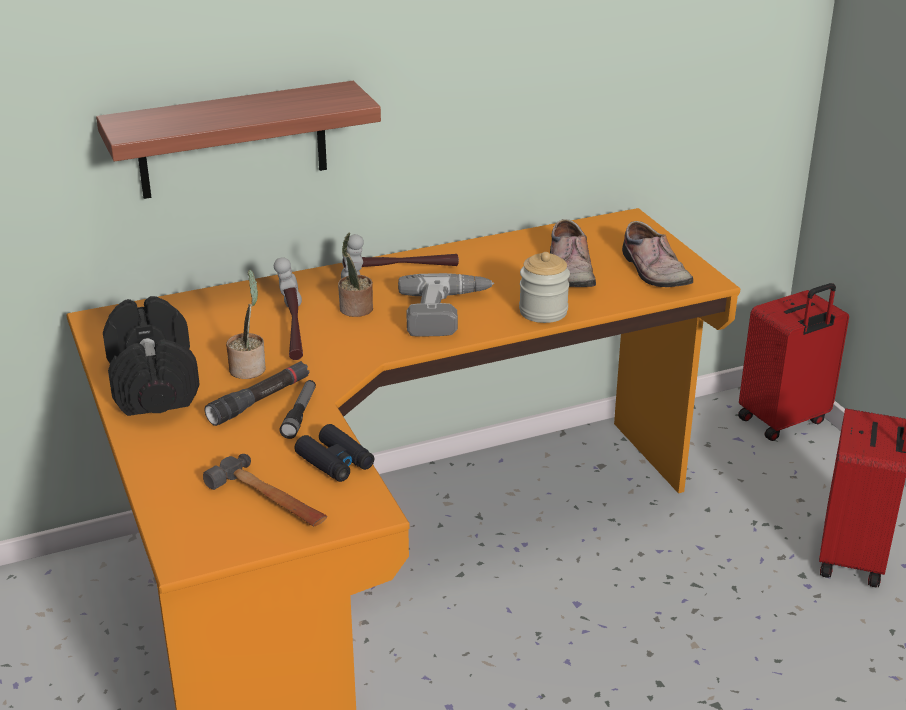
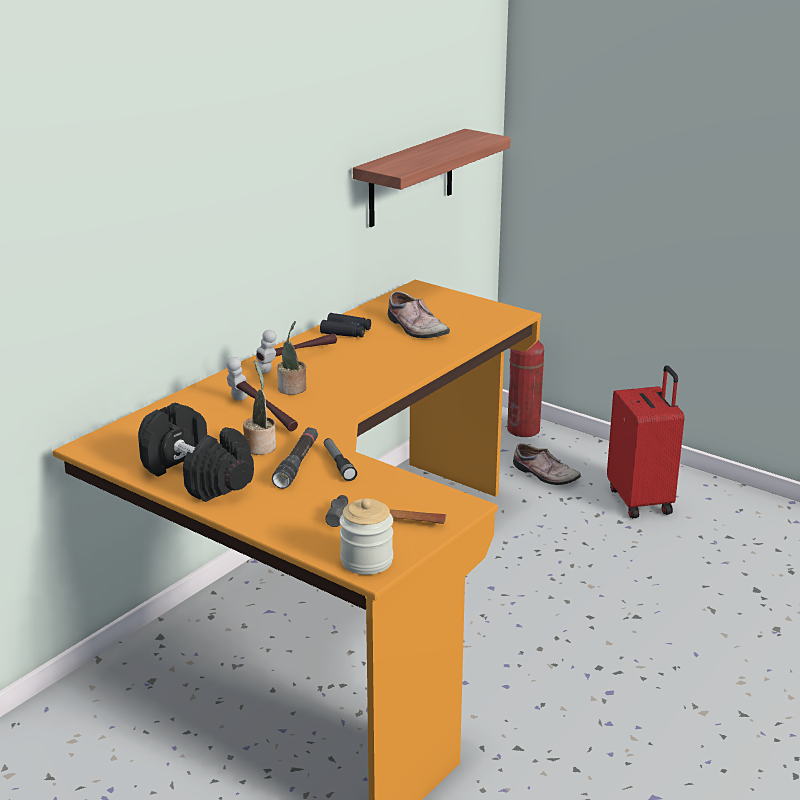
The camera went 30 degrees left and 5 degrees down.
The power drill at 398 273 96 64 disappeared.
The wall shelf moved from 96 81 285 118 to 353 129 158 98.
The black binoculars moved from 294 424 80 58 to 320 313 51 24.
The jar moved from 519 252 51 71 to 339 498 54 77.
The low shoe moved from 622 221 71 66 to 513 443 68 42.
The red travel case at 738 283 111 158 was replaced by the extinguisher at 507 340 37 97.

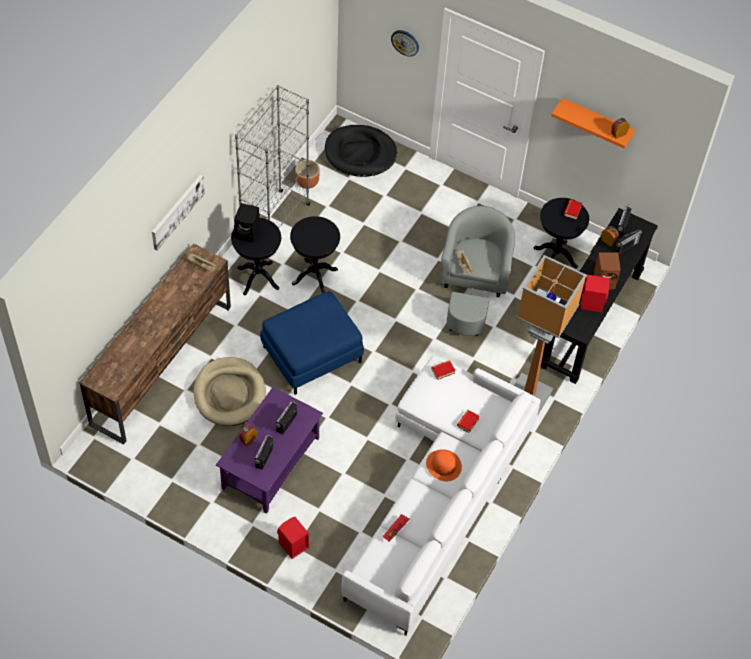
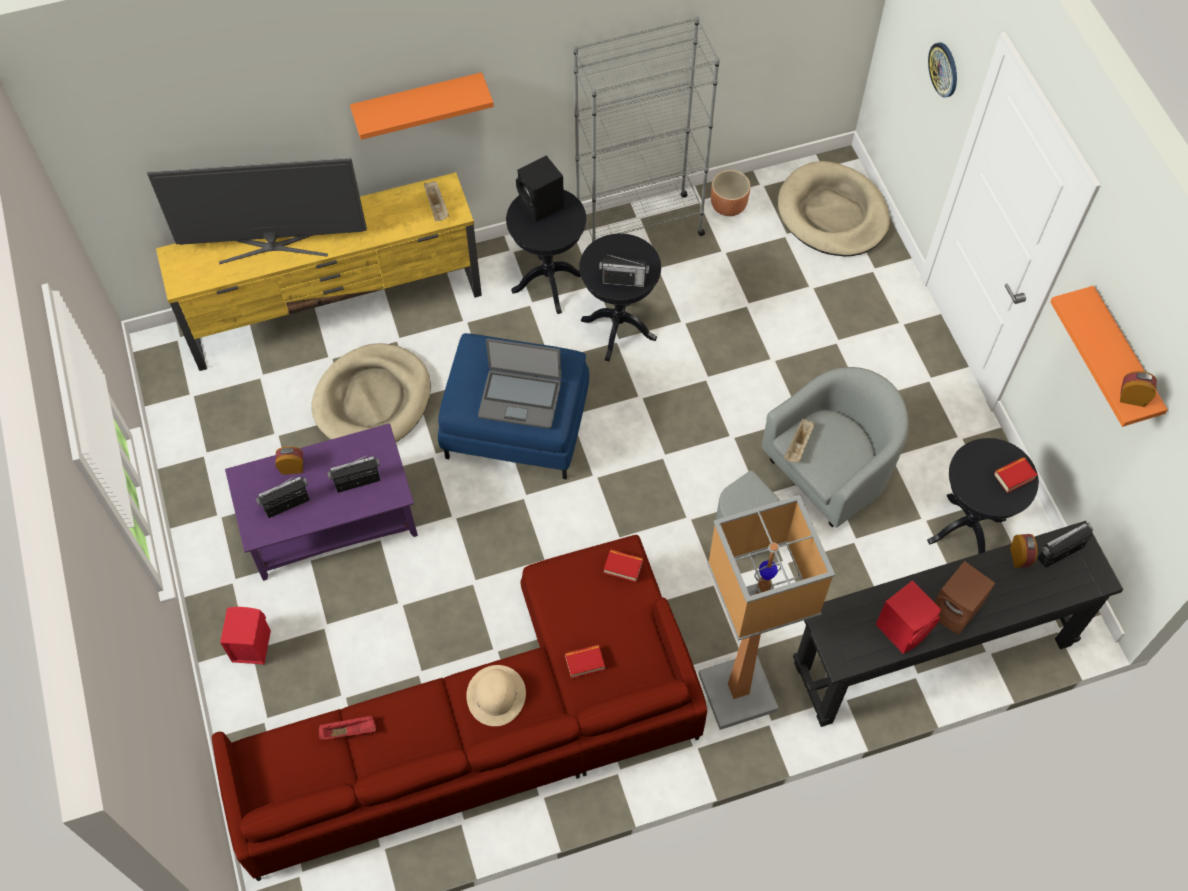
The camera went 45 degrees right and 5 degrees up.
The television at 147 158 220 106 appeared.
The notebook computer at 478 338 83 91 appeared.
The radio set moved from 615 228 27 27 to 599 254 50 33.
The picture at 152 175 53 76 was replaced by the orange-coloured wall shelf at 350 72 144 68.
The brown-coloured media console at 79 243 152 202 became the yellow-coloured media console at 156 172 326 199.
The black dog bed at 325 125 72 52 became the beige-coloured dog bed at 778 161 112 95.
The white-coloured settee at 341 355 200 281 became the red settee at 212 535 495 346.
The orange-coloured wearable hat at 426 449 36 32 became the beige-coloured wearable hat at 466 665 60 61.

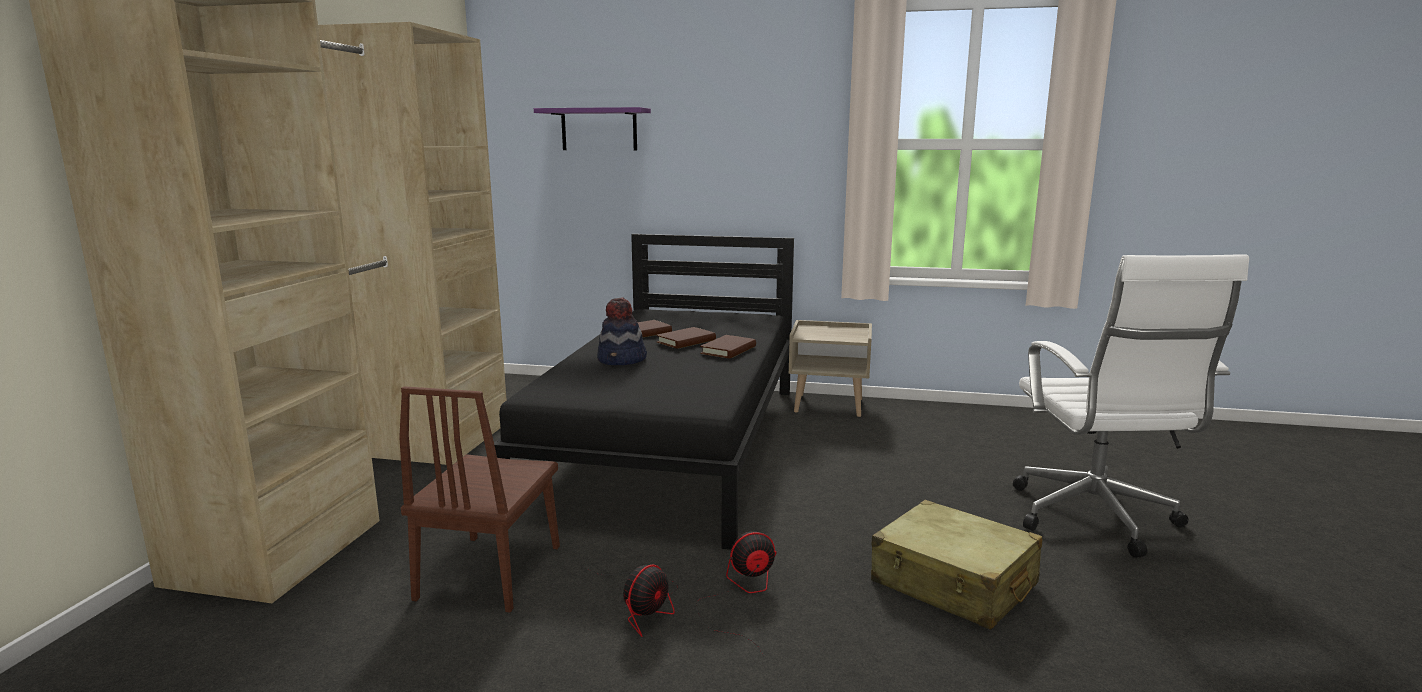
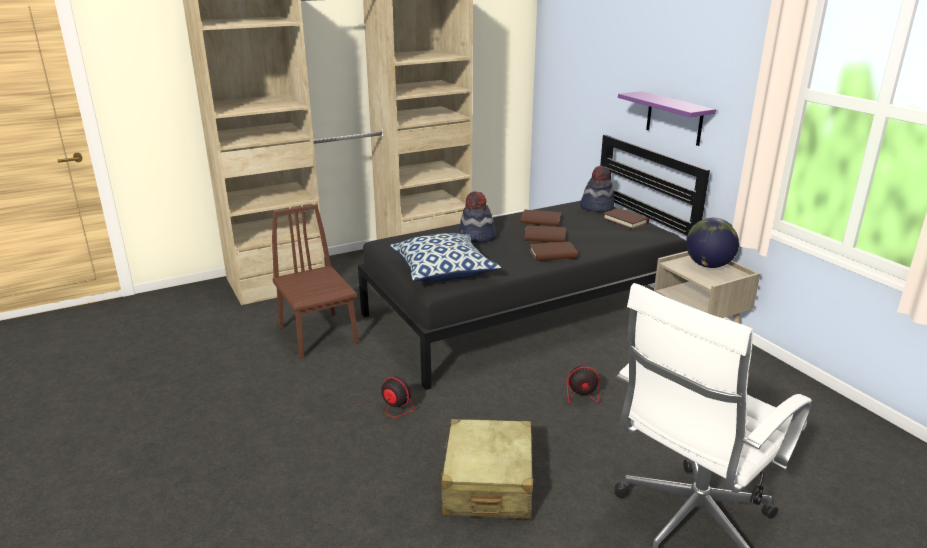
The camera went 50 degrees right and 10 degrees up.
The cushion at 390 233 111 49 appeared.
The wearable hat at 580 166 34 46 appeared.
The brown-coloured book at 603 208 46 21 appeared.
The desk globe at 686 218 53 50 appeared.
The purple wall shelf moved from 534 107 117 43 to 618 91 98 55.
The electric fan moved from 589 564 89 73 to 567 361 54 42.
The brown-coloured chair at 399 386 161 227 turned 90 degrees clockwise.

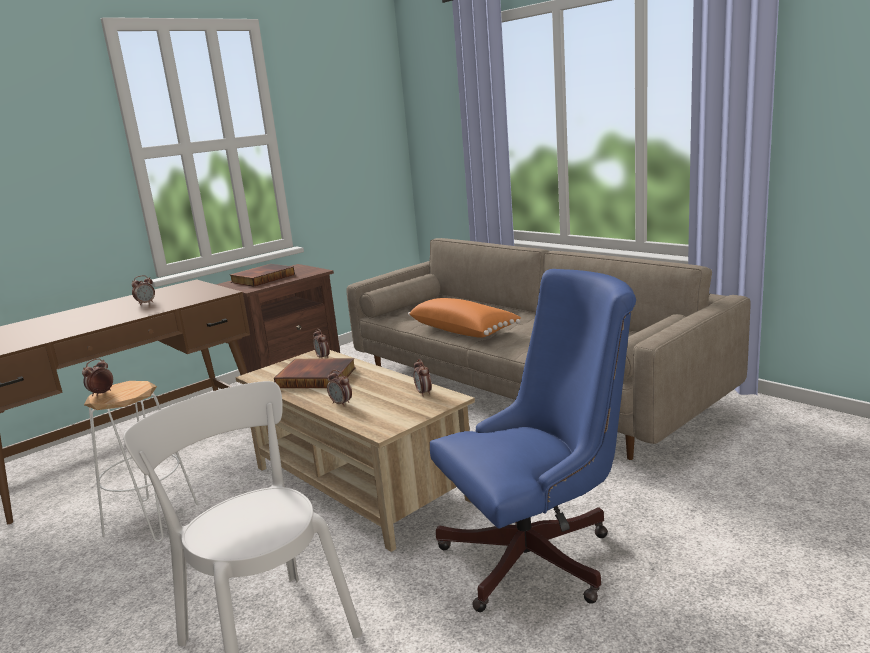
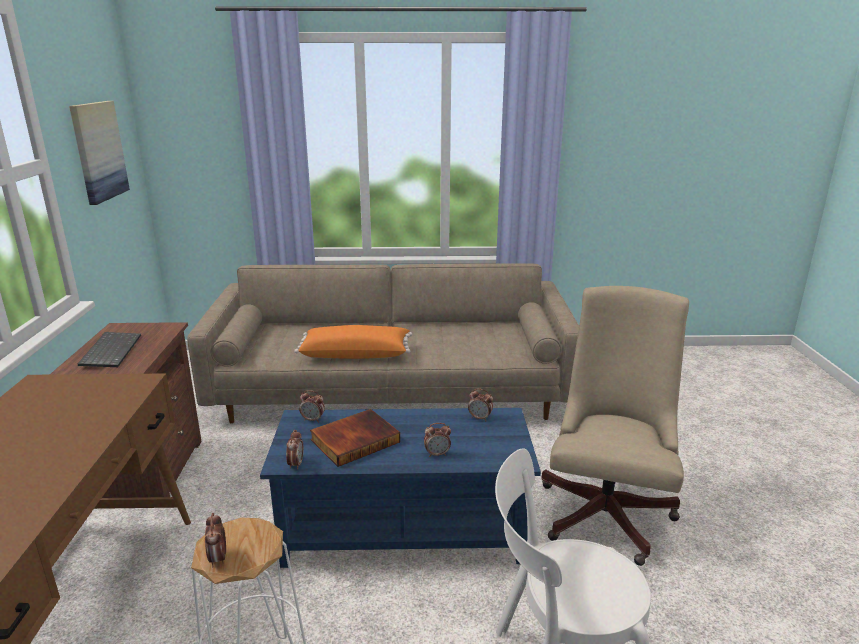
The camera went 50 degrees left and 5 degrees up.
The picture at 69 101 61 104 appeared.
The alarm clock moved from 131 275 24 30 to 286 430 18 40.
The book at 230 264 65 23 was replaced by the PC keyboard at 78 332 63 35.
The beige-coloured coffee table at 235 350 240 202 became the blue coffee table at 260 408 281 160.
The blue computer chair at 430 269 206 343 became the beige-coloured computer chair at 541 286 148 280.

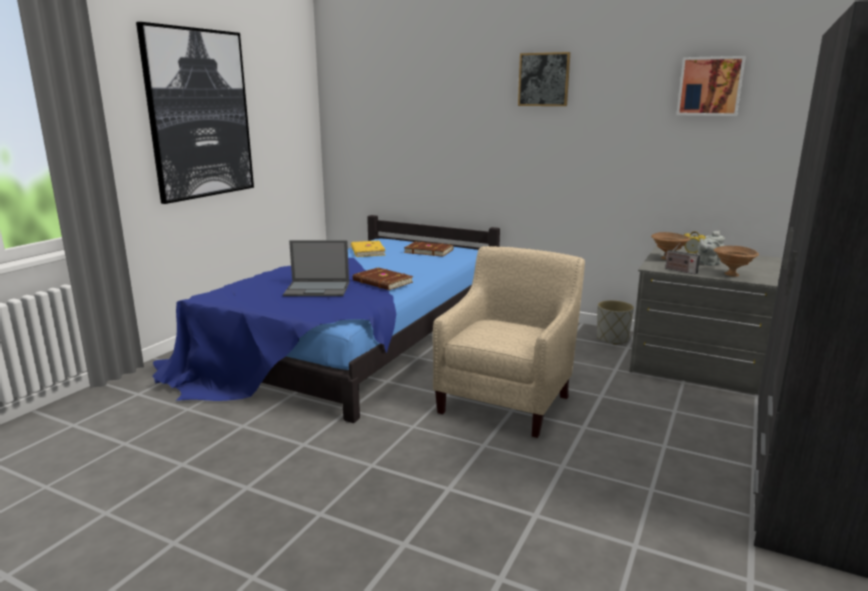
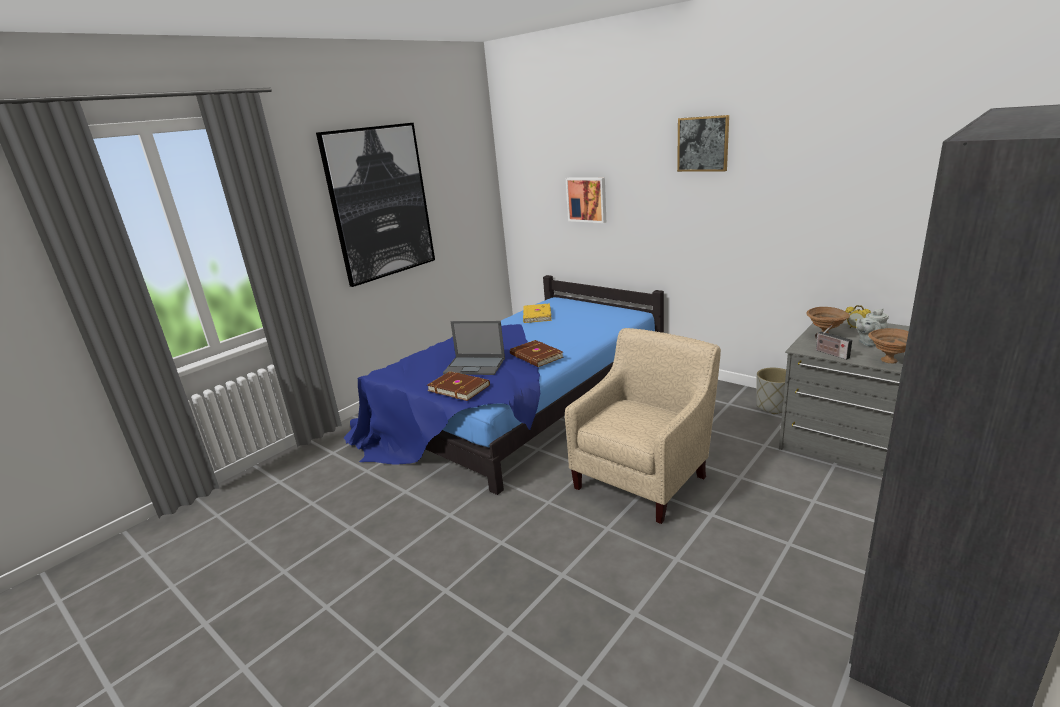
The camera went 15 degrees right and 5 degrees up.
The brown-coloured book moved from 404 242 49 15 to 427 371 63 30.
The picture moved from 676 56 70 60 to 566 178 40 45.

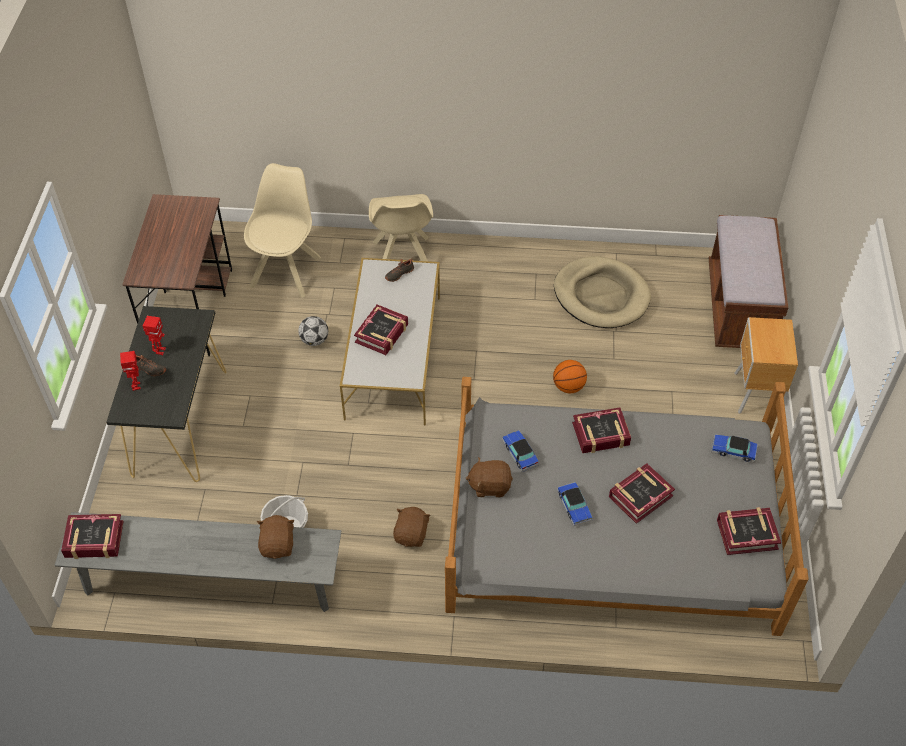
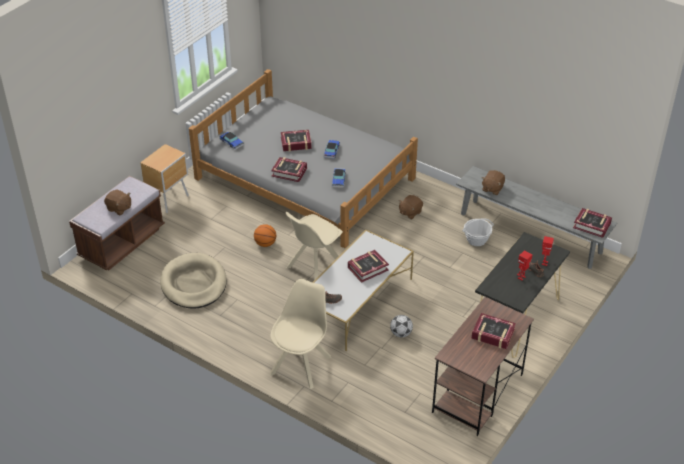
The camera went 150 degrees left and 10 degrees down.
The beige-coloured chair moved from 244 163 77 135 to 286 212 57 67.
The brown-coloured cuddly toy moved from 465 457 48 40 to 104 189 27 26.
The book moved from 717 507 64 48 to 472 313 44 36.

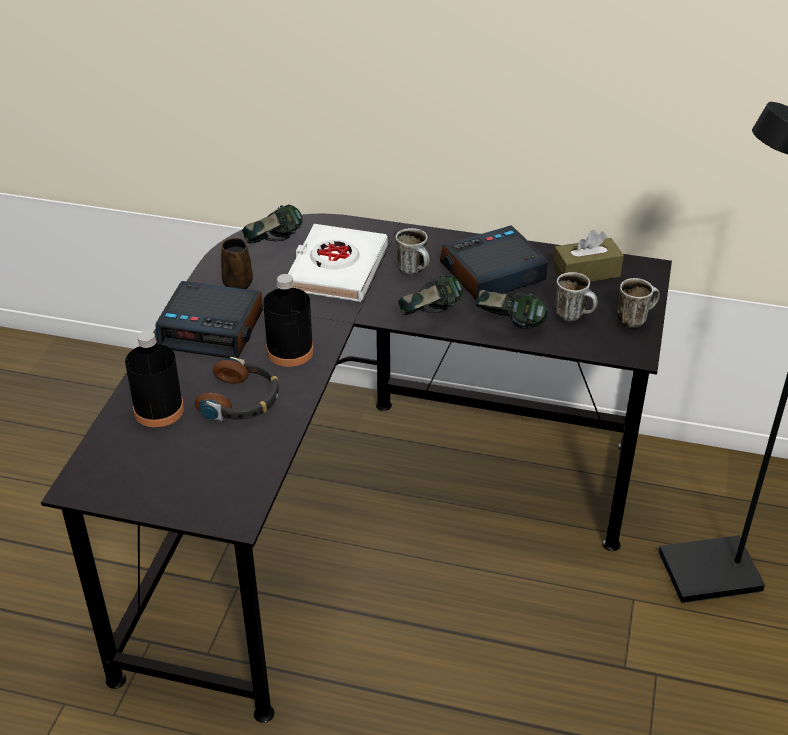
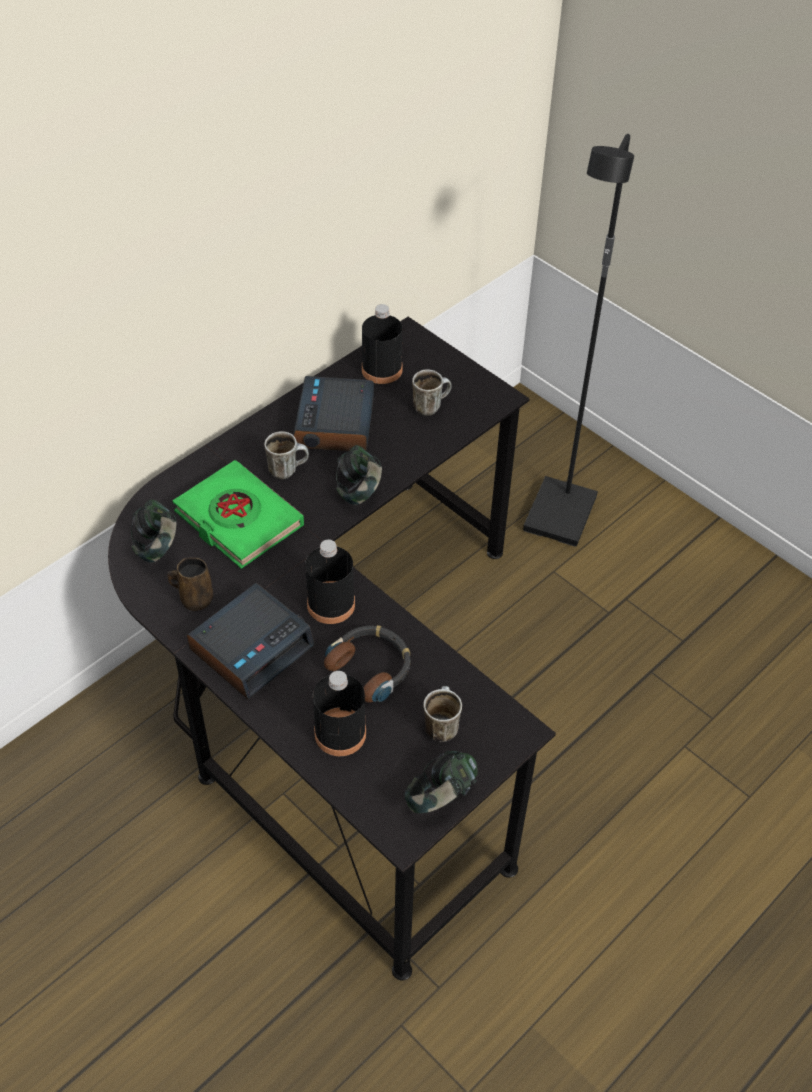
The camera went 60 degrees left and 10 degrees up.
The pair of headphones moved from 475 290 73 39 to 405 751 73 62.
The tea mug moved from 618 278 42 50 to 423 686 39 56.
The brown-coloured box of tissues at 552 230 72 52 was replaced by the black beverage bottle at 362 304 40 80.
The white-coloured book at 288 224 100 78 became the green-coloured book at 173 460 131 109.

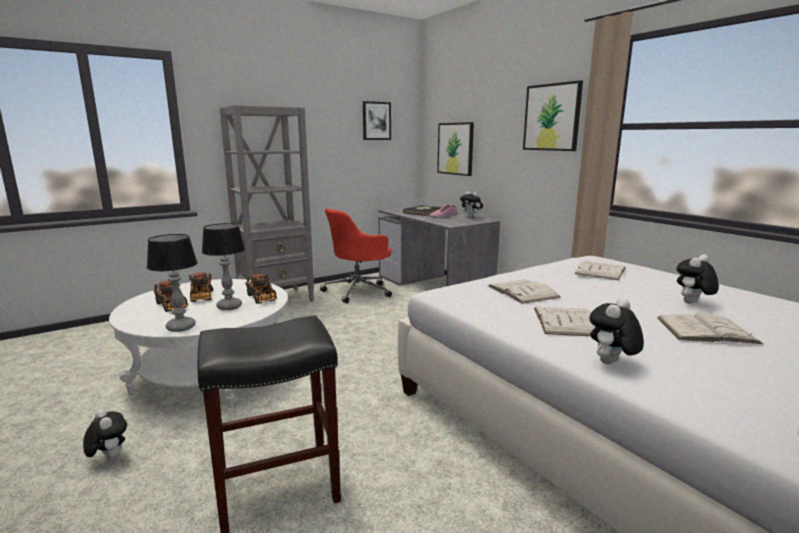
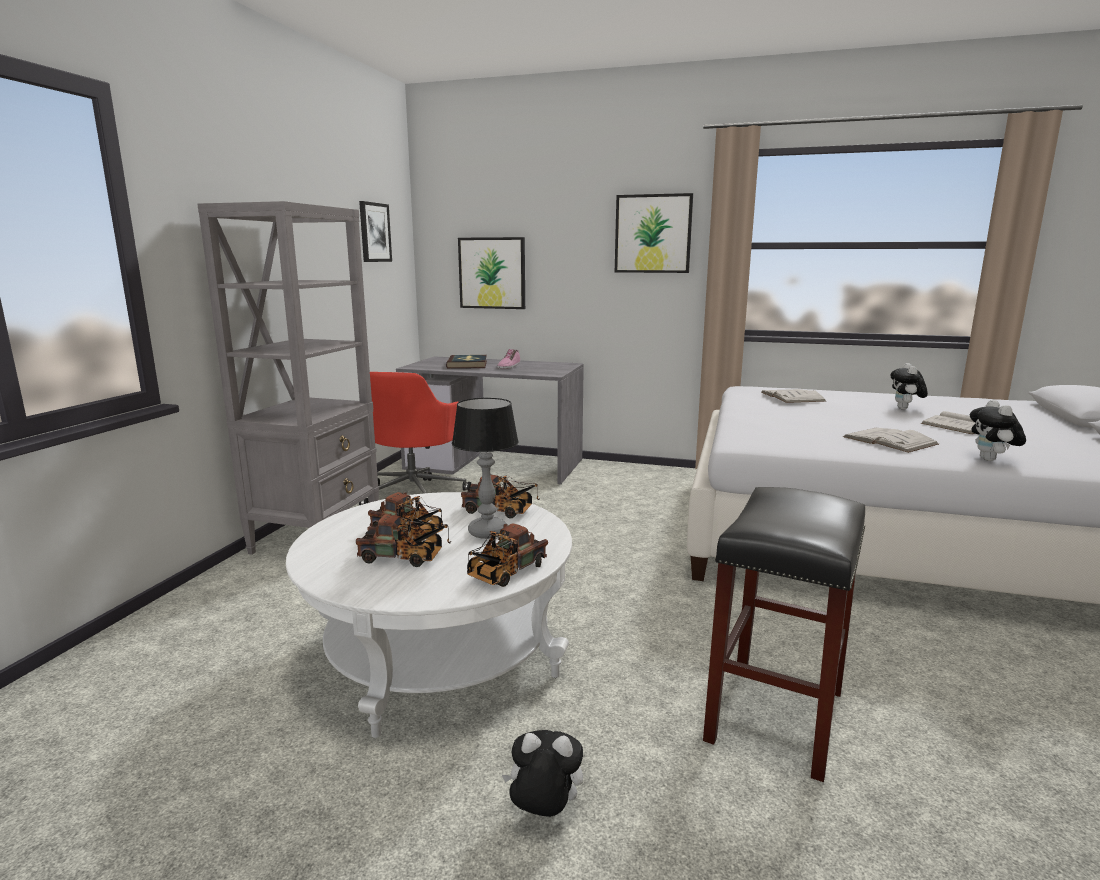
The camera went 40 degrees left and 0 degrees up.
The cuddly toy at 460 191 23 27 disappeared.
The white-coloured book at 488 280 73 24 disappeared.
The tabletop lamp at 147 234 51 98 was replaced by the model truck at 467 523 81 64.

